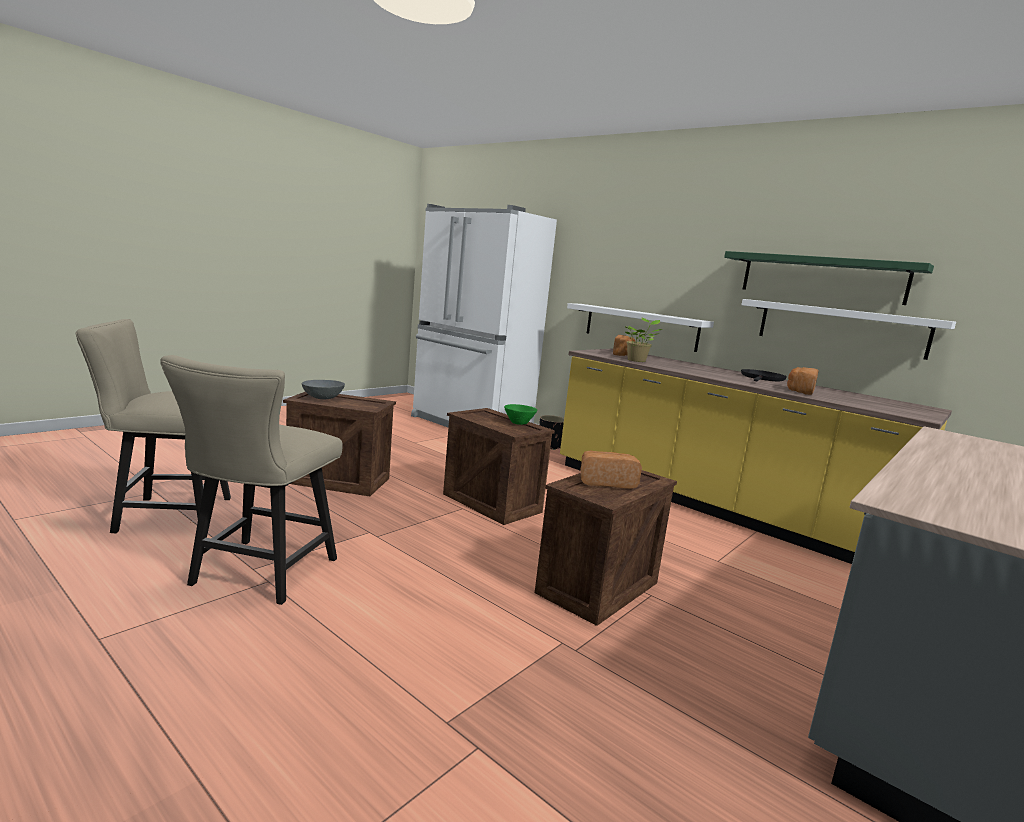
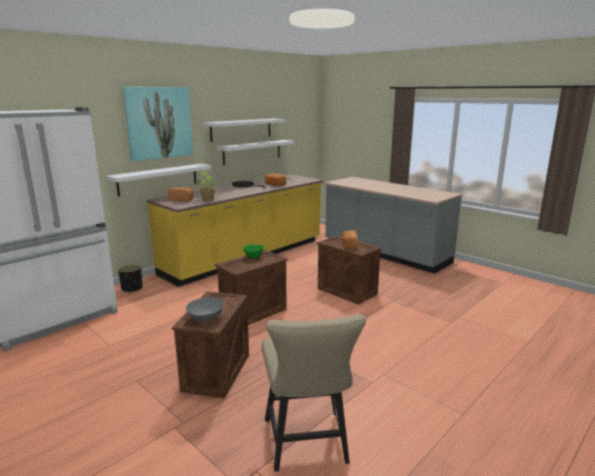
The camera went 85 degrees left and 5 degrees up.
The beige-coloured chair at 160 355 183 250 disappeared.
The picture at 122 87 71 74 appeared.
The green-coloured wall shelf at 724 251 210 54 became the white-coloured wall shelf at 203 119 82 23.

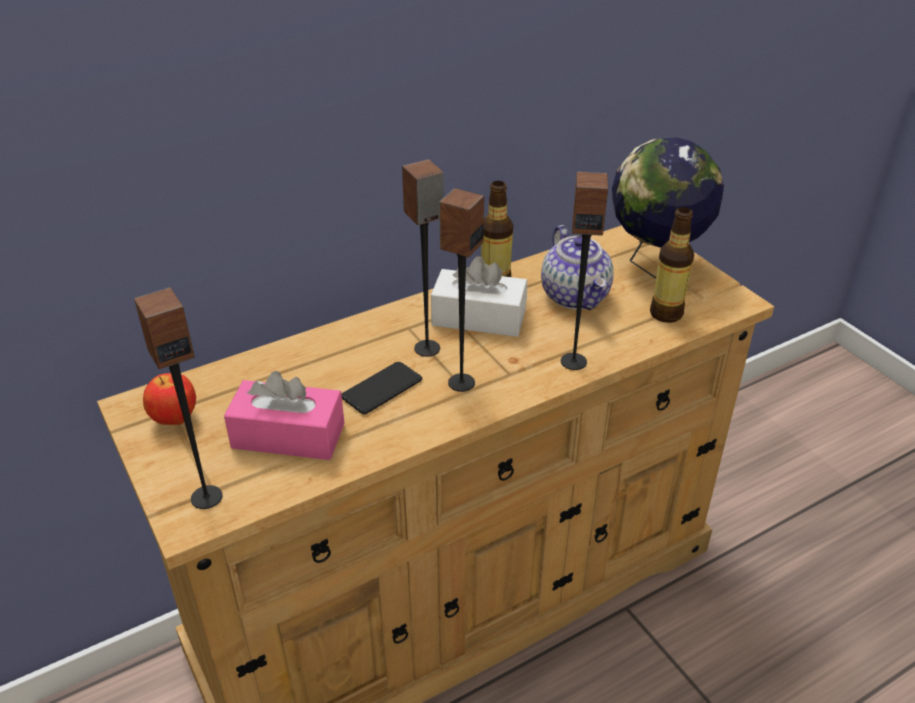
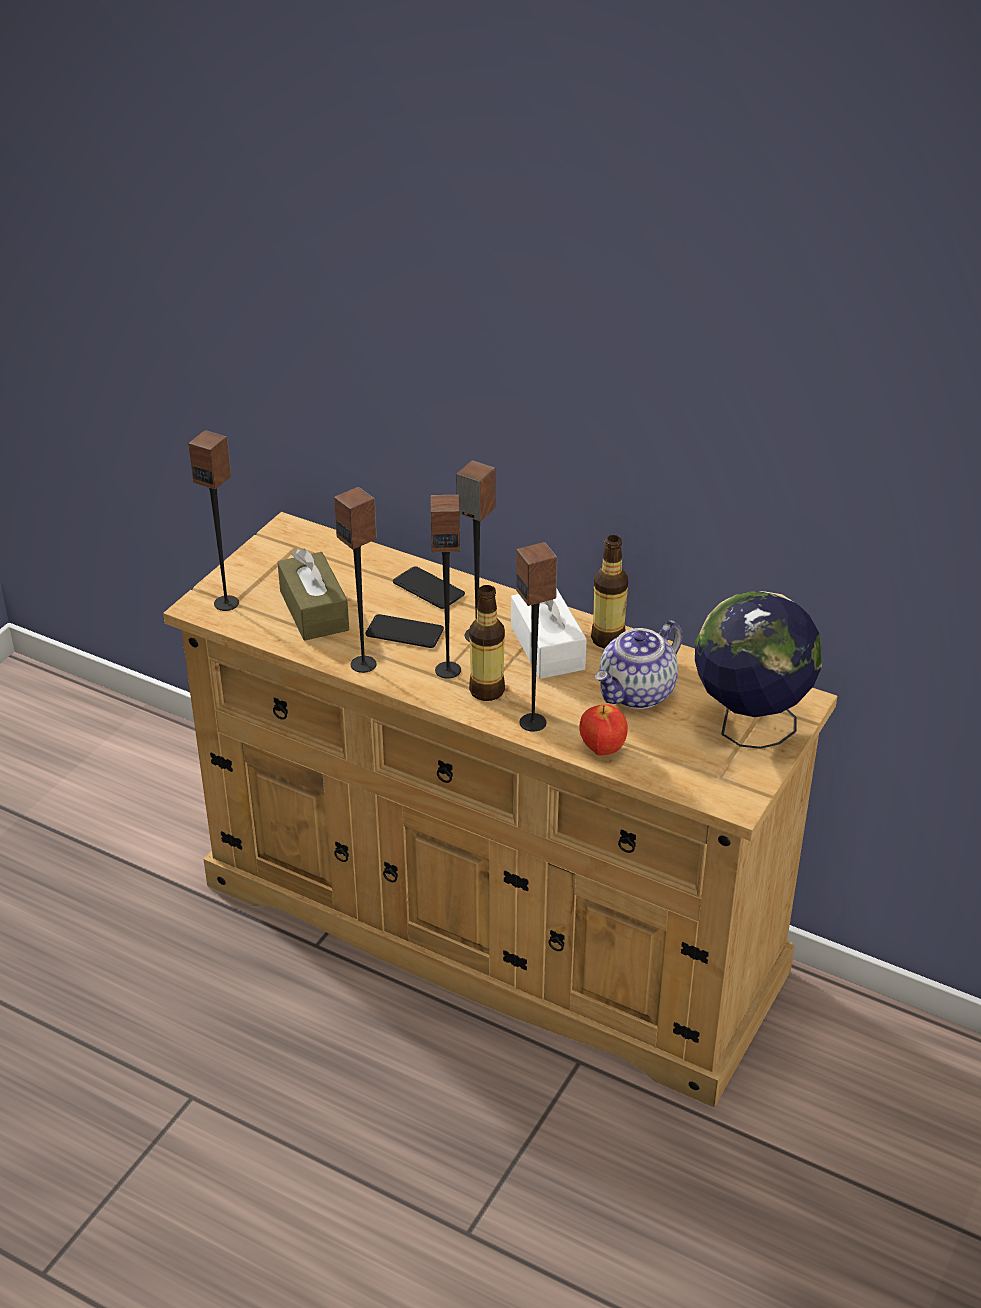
The camera went 60 degrees right and 0 degrees up.
The loudspeaker at 334 487 43 186 appeared.
The handset at 393 566 72 43 appeared.
The apple moved from 143 373 53 52 to 579 704 49 52.
The beverage bottle moved from 650 207 44 116 to 469 585 36 116.
The pink-coloured box of tissues at 224 371 120 89 became the brown-coloured box of tissues at 277 549 72 92.

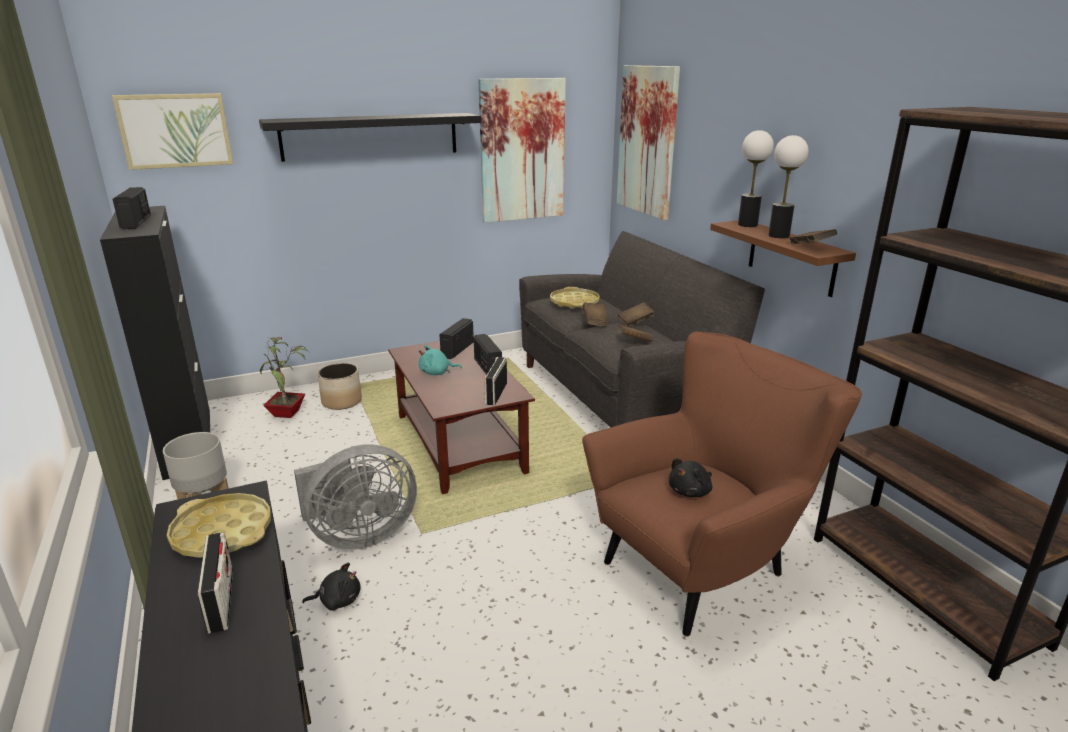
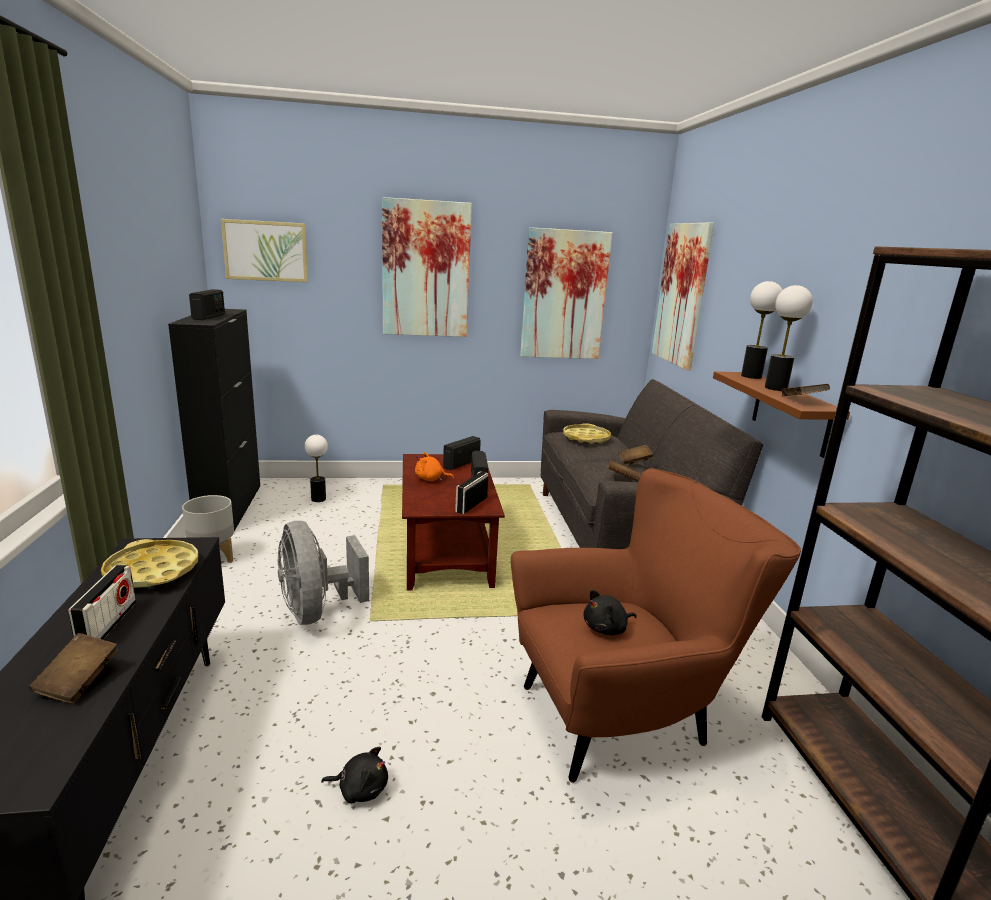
The camera went 15 degrees right and 5 degrees down.
The plant pot at 318 363 44 47 disappeared.
The black cuddly toy moved from 302 563 58 48 to 321 747 67 57.
The brown-coloured book moved from 583 303 26 23 to 29 633 89 70.
The black wall shelf at 259 113 222 49 was replaced by the picture at 382 197 90 140.
The plant in a pot at 260 337 50 81 was replaced by the tabletop lamp at 305 435 23 67.
The turquoise cuddly toy at 419 345 43 30 became the orange-coloured cuddly toy at 415 452 39 29.
The gray electric fan at 294 444 123 106 turned 75 degrees clockwise.

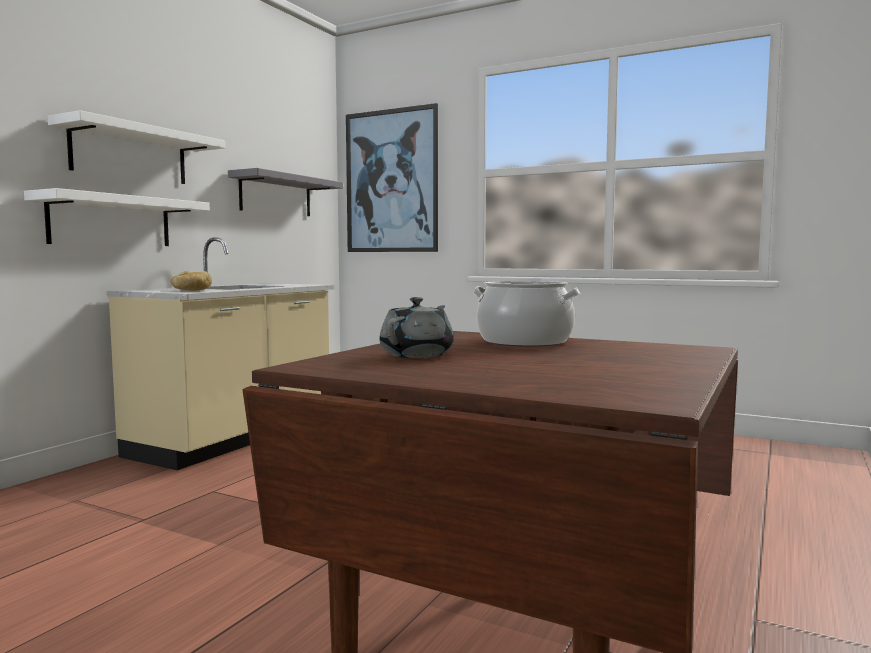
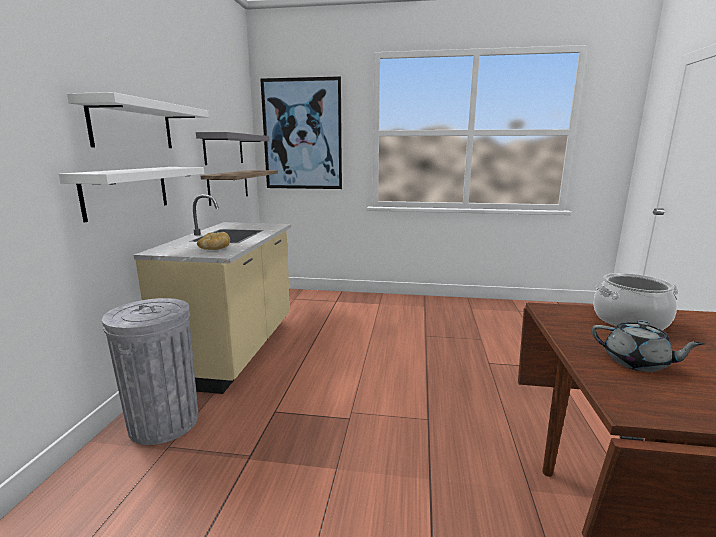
The camera went 20 degrees left and 10 degrees up.
The gray waste bin at 102 298 96 147 appeared.
The wall shelf at 201 170 77 36 appeared.
The gray tea pot at 379 297 75 61 turned 120 degrees clockwise.

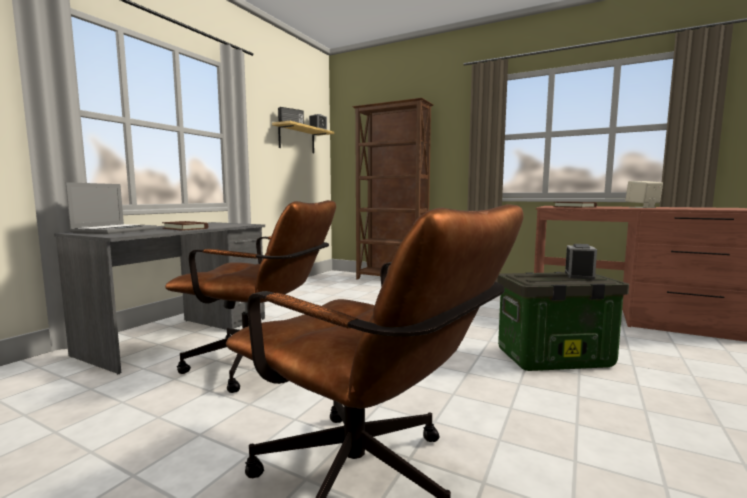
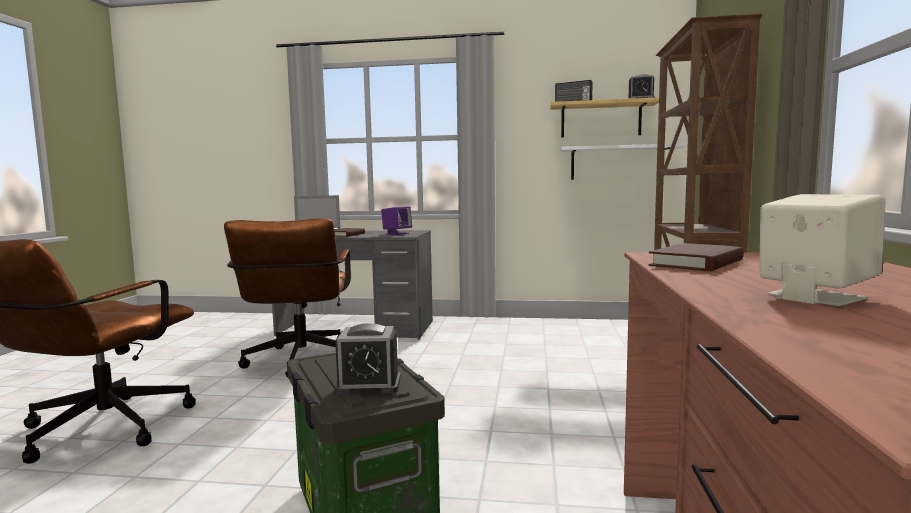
The camera went 70 degrees right and 0 degrees up.
The purple loudspeaker at 381 206 31 29 appeared.
The white-coloured wall shelf at 560 143 126 37 appeared.

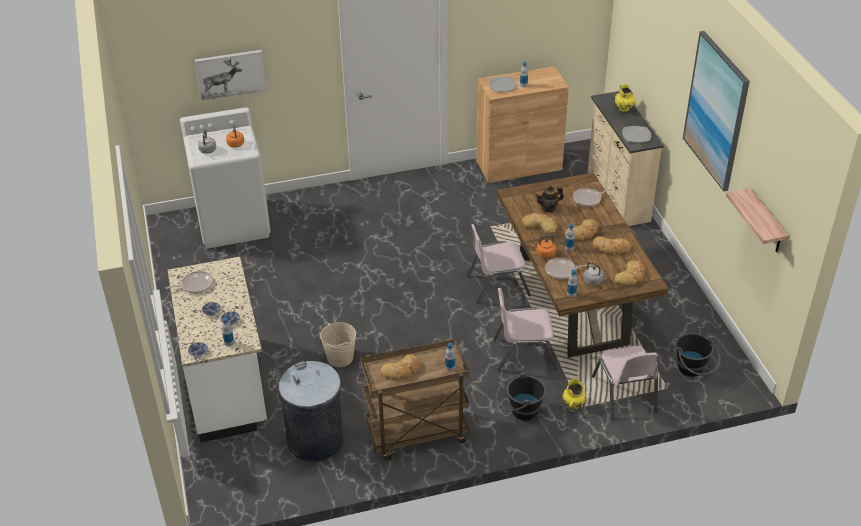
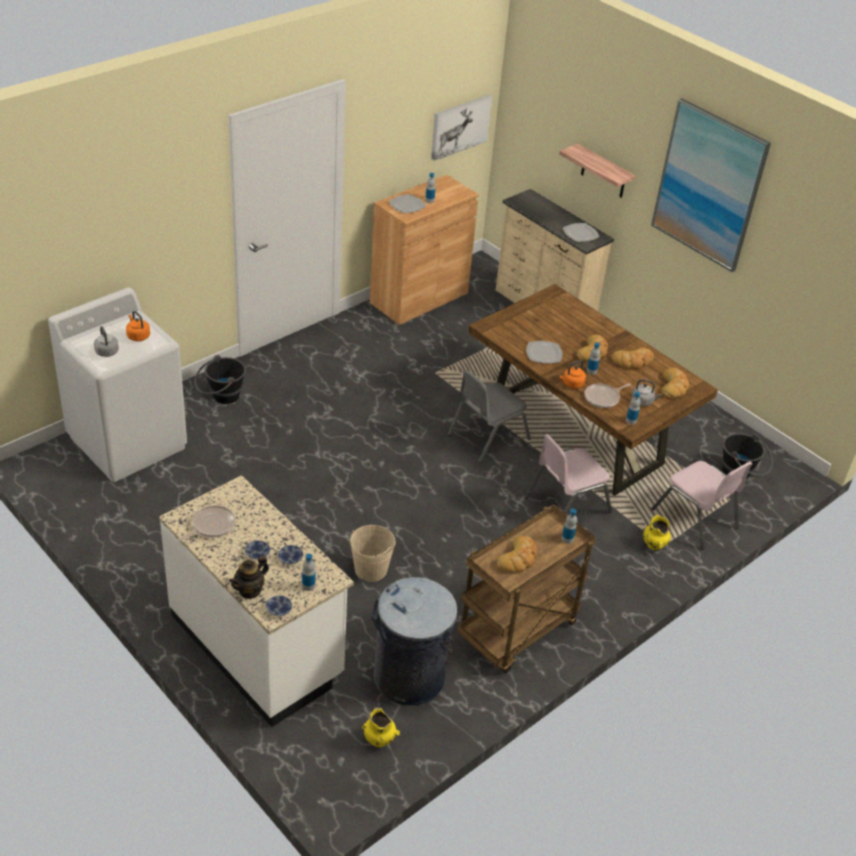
The camera went 30 degrees left and 0 degrees up.
The frying pan at 573 188 40 19 disappeared.
The picture moved from 195 50 72 50 to 431 95 61 66.
The black bucket moved from 496 373 50 48 to 194 355 52 49.
The tea pot moved from 535 185 29 28 to 229 556 40 43.
The yellow-coloured flower vase moved from 615 84 22 28 to 362 708 38 39.
The wall shelf moved from 726 188 63 64 to 559 144 77 54.
The bread at 522 213 35 21 was replaced by the dinner plate at 526 341 37 22.
The pink-coloured chair at 467 224 64 80 became the gray chair at 448 370 83 93.

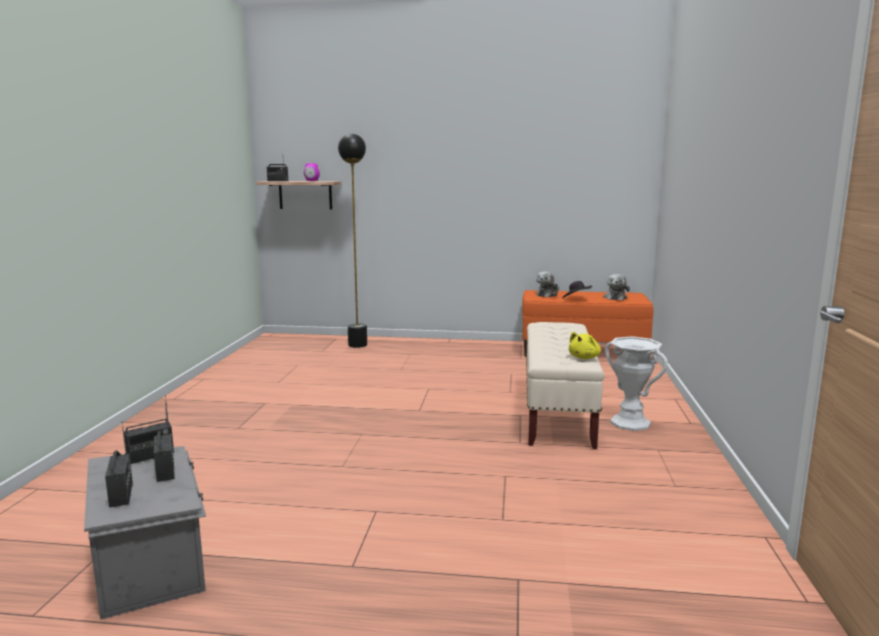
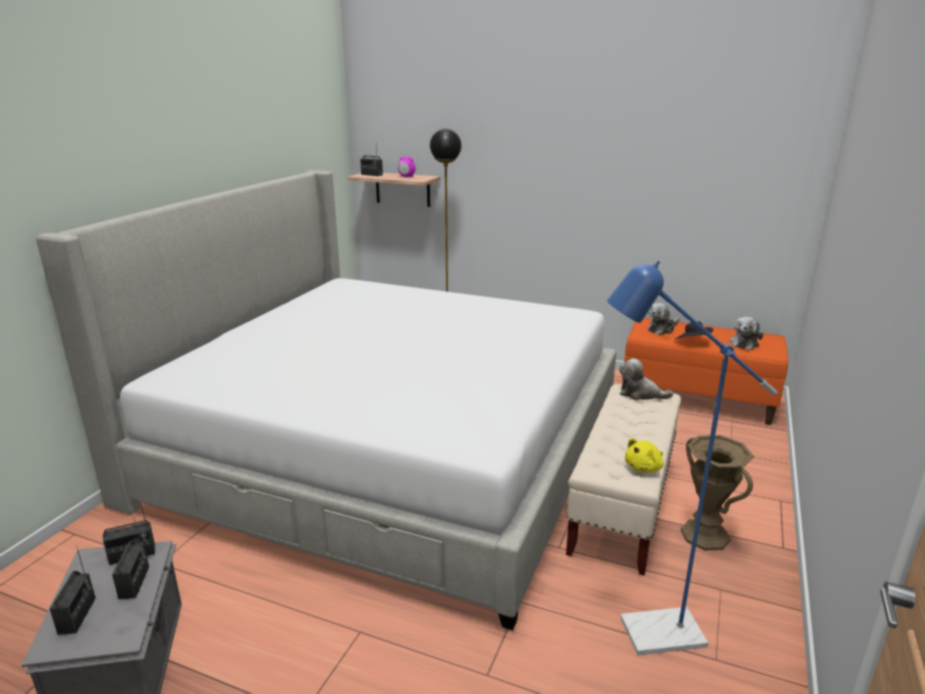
The camera went 15 degrees right and 10 degrees up.
The sleeping bed at 36 170 581 460 appeared.
The blue standing lamp at 607 261 170 394 appeared.
The cuddly toy at 619 358 55 42 appeared.
The white-coloured flower vase at 605 336 63 95 became the brown-coloured flower vase at 681 435 73 115.

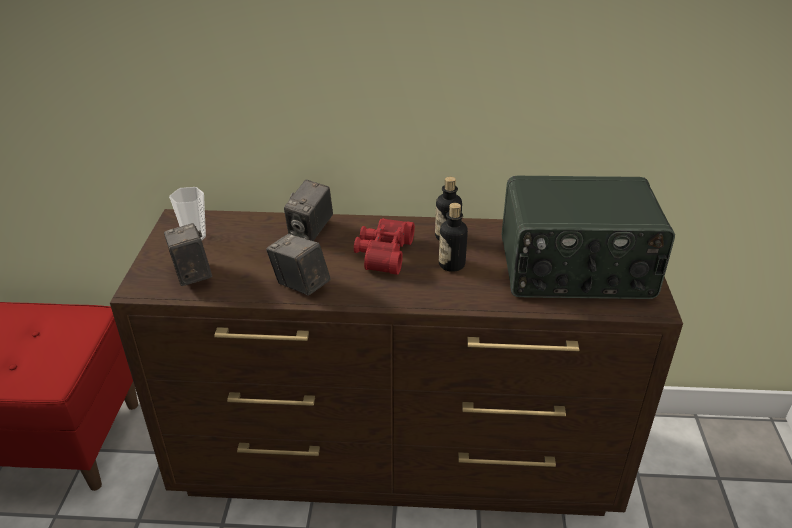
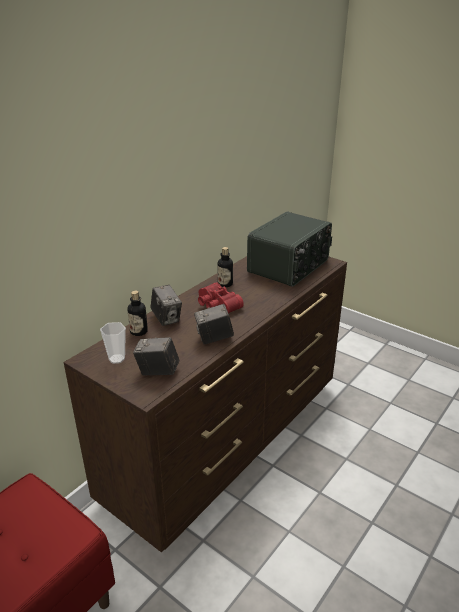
The camera went 55 degrees left and 5 degrees down.
The beverage bottle moved from 439 203 29 69 to 128 291 20 45.

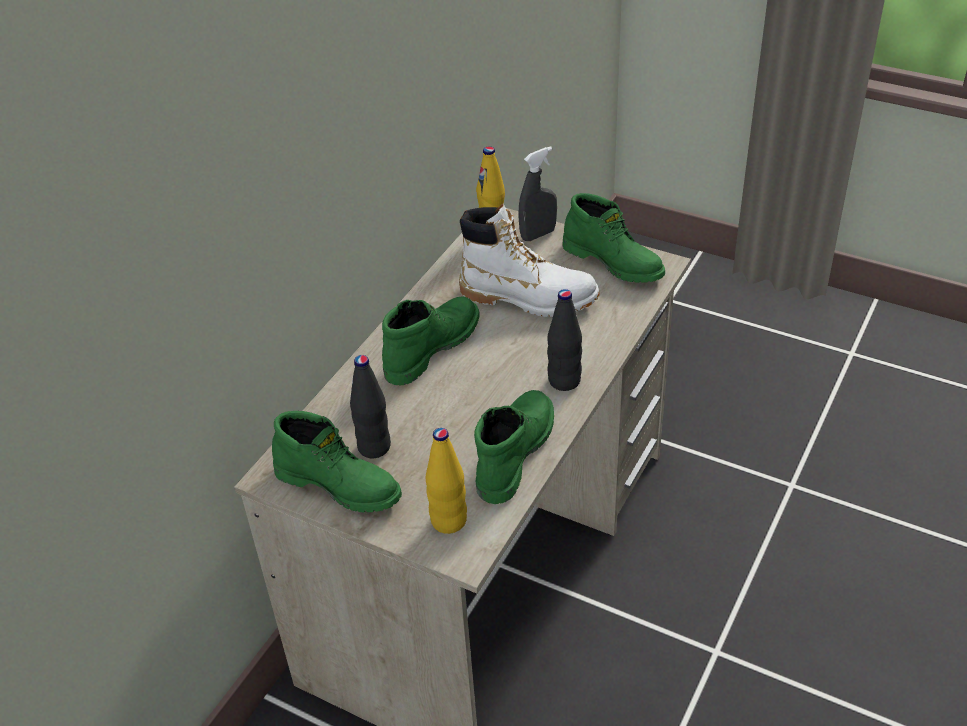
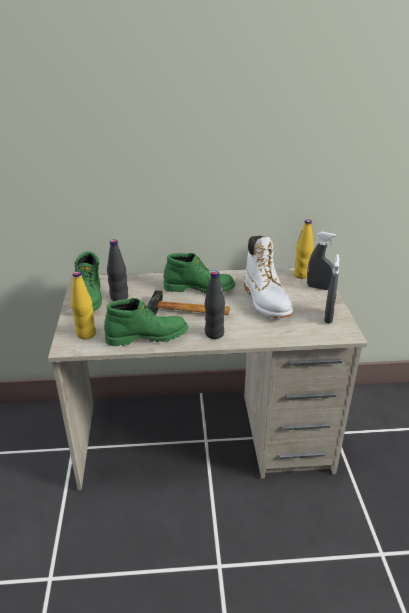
The camera went 55 degrees right and 10 degrees down.
The tool hammer at 147 290 83 25 appeared.
The green-coloured high-top boot at 562 193 103 90 was replaced by the gray sprayer at 324 254 16 70.

